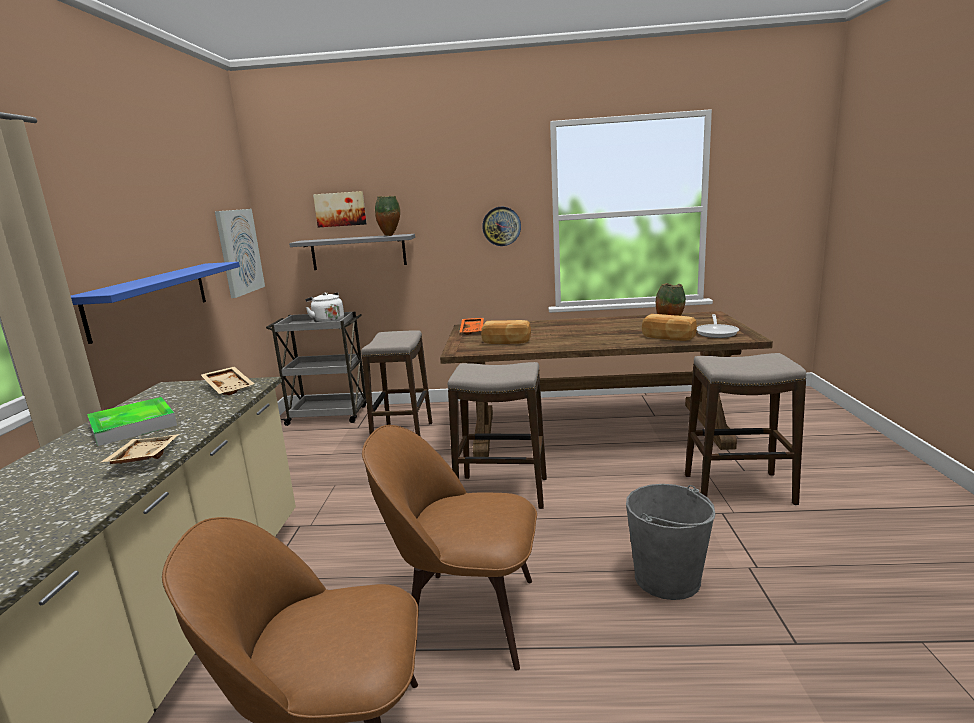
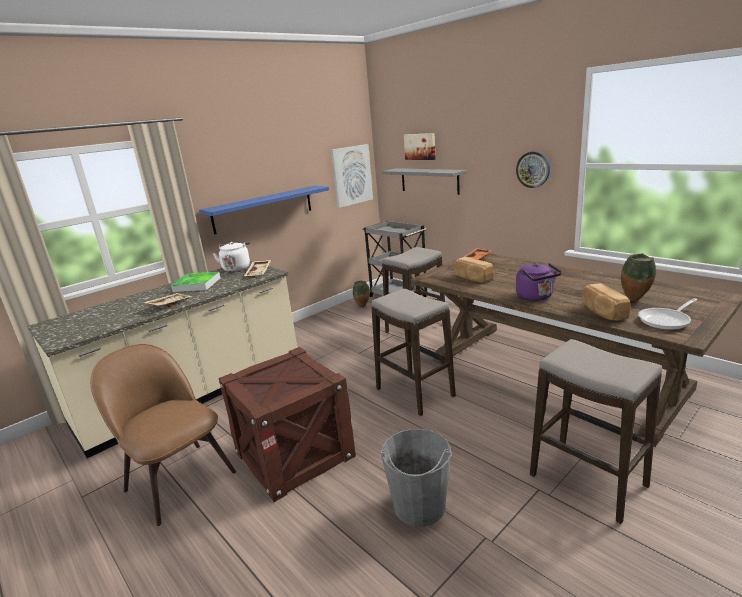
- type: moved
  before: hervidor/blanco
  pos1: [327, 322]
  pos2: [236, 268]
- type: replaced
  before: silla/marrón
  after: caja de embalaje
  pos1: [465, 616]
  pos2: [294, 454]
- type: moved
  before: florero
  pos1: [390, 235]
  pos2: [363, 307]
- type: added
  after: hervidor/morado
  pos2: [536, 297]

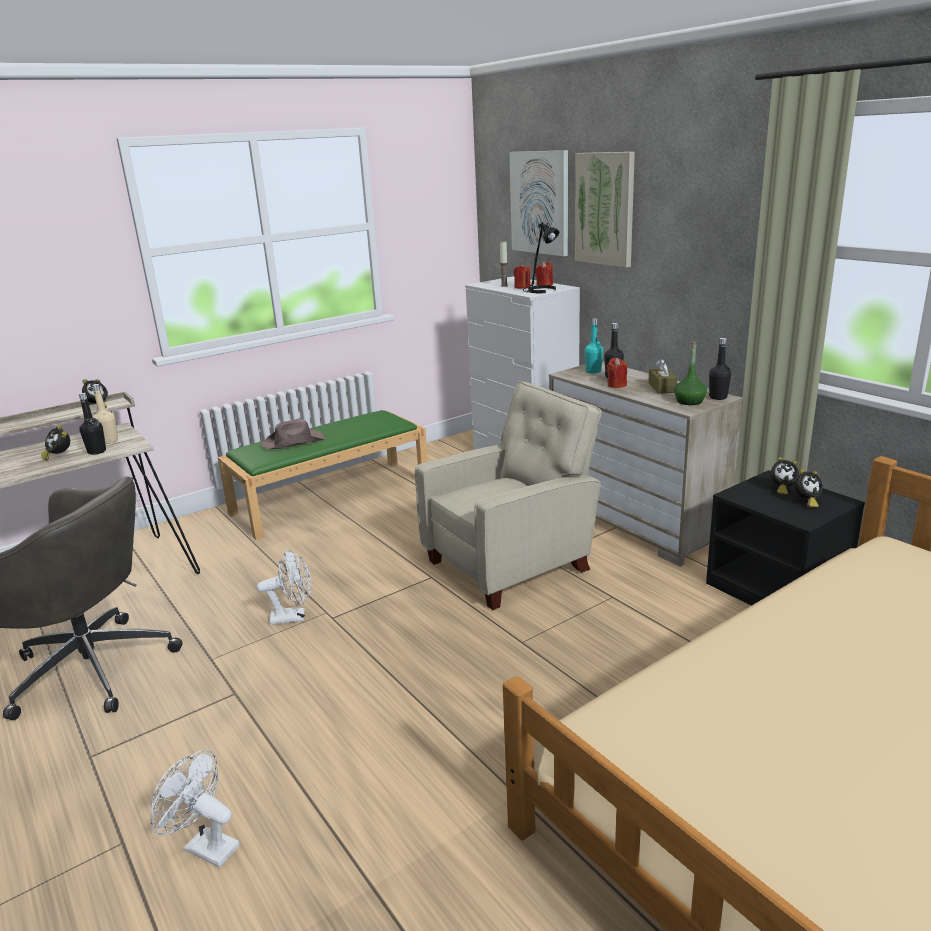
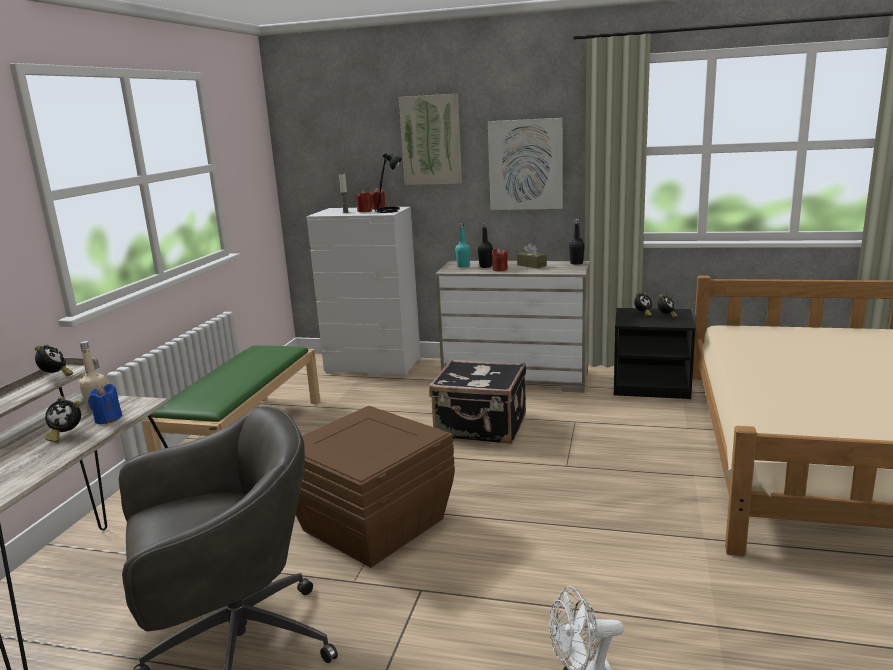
- type: replaced
  before: botella/negro
  after: vela/azul
  pos1: [97, 451]
  pos2: [108, 419]
- type: replaced
  before: ventilador/blanco
  after: caja de almacenaje/marrón
  pos1: [294, 617]
  pos2: [373, 523]
- type: replaced
  before: sillón/beis
  after: maleta/negro
  pos1: [513, 564]
  pos2: [481, 427]
- type: moved
  before: cuadro
  pos1: [540, 202]
  pos2: [525, 164]
- type: removed
  before: sombrero/marrón
  pos1: [294, 442]
- type: removed
  before: botella/verde
  pos1: [689, 401]

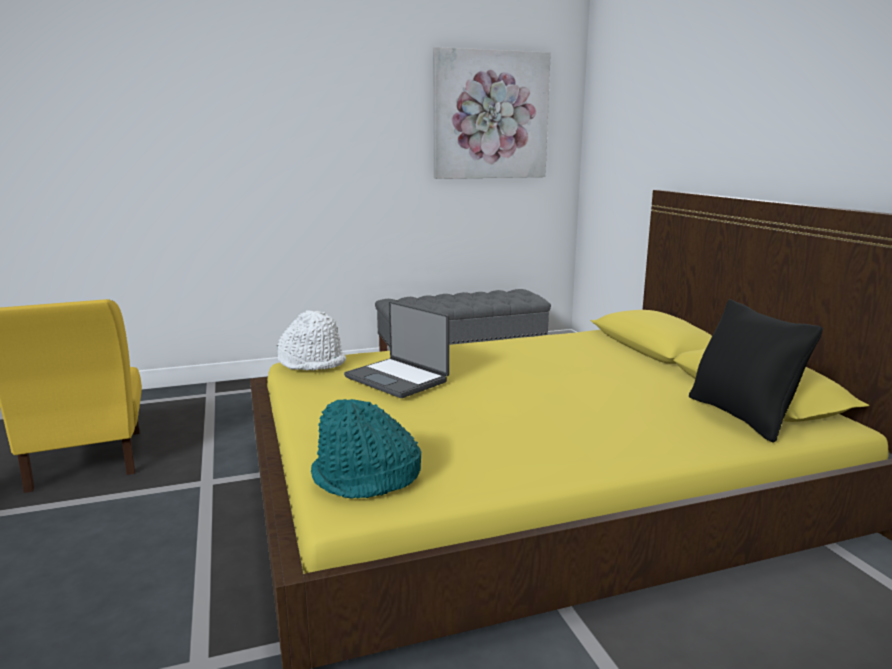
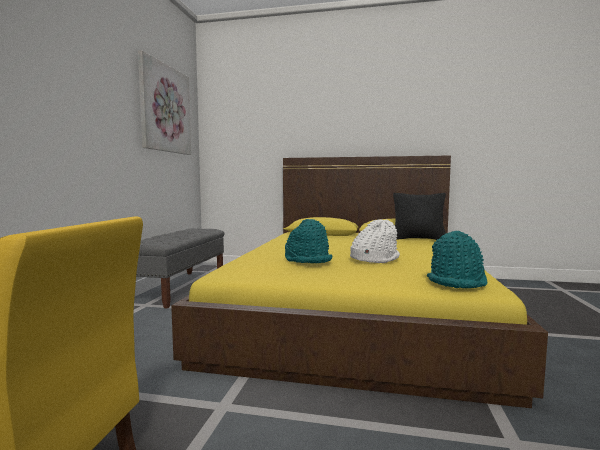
- type: replaced
  before: portátil
  after: sombrero/turquesa
  pos1: [398, 379]
  pos2: [308, 260]
- type: moved
  before: sombrero/blanco
  pos1: [313, 362]
  pos2: [374, 259]

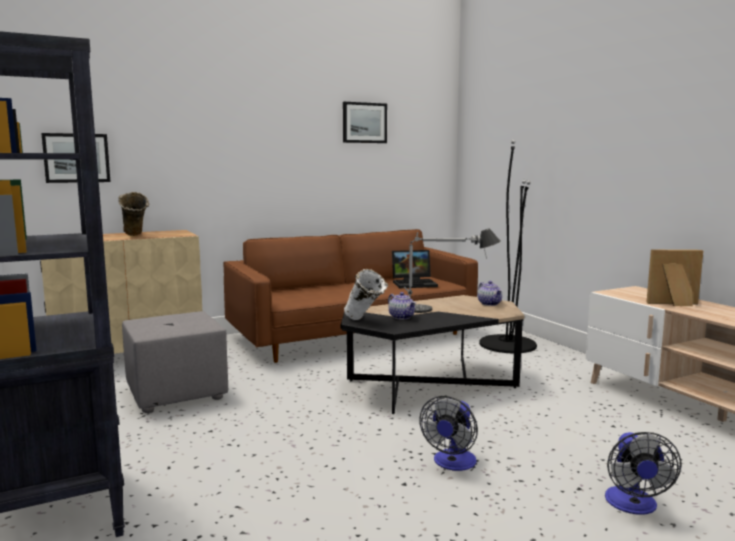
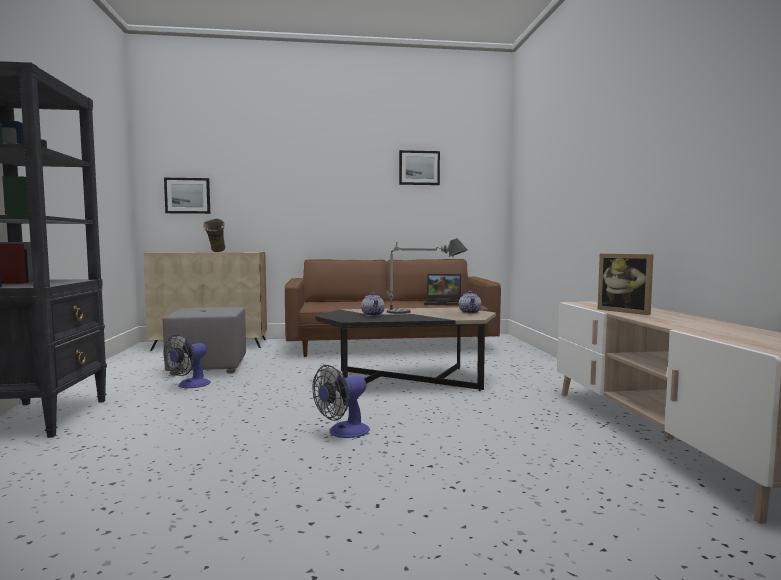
- type: moved
  before: ventilador
  pos1: [633, 506]
  pos2: [189, 385]
- type: turned
  before: portarretratos
  pos1: [674, 304]
  pos2: [626, 311]
  turn: -150
- type: removed
  before: florero/blanco
  pos1: [365, 321]
- type: removed
  before: lámpara de pie/negro
  pos1: [507, 344]

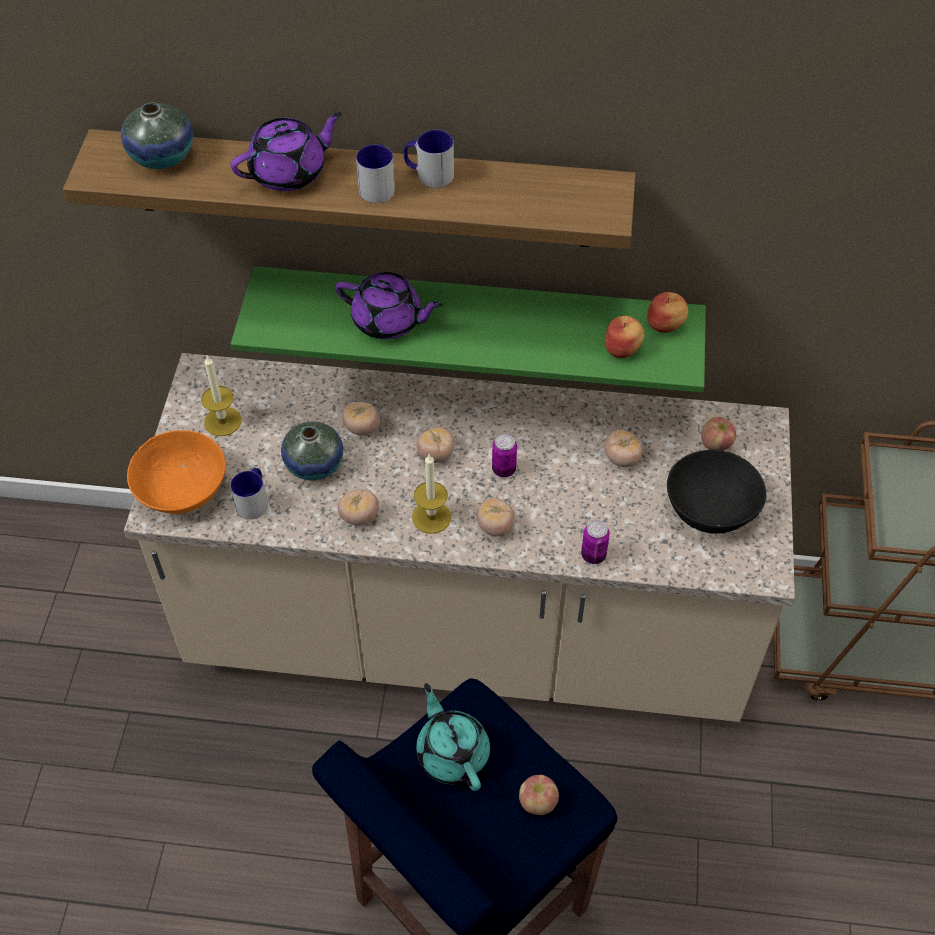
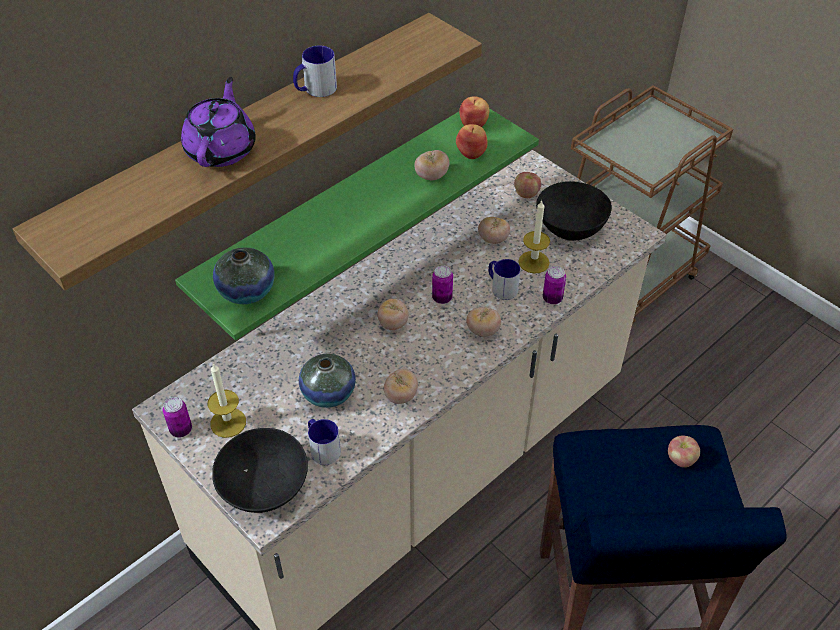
- type: added
  after: lata
  pos2: [181, 430]
- type: recoloured
  before: cuenco/naranja
  after: cuenco/negro
  pos1: [183, 490]
  pos2: [265, 486]
- type: moved
  before: florero
  pos1: [162, 156]
  pos2: [246, 291]
- type: moved
  before: tomate
  pos1: [362, 428]
  pos2: [431, 176]
- type: moved
  before: taza grande
  pos1: [378, 186]
  pos2: [501, 287]
- type: moved
  before: vela
  pos1: [431, 517]
  pos2: [533, 262]
- type: removed
  before: tetera/morado
  pos1: [388, 321]
- type: removed
  before: tetera/turquesa
  pos1: [452, 753]

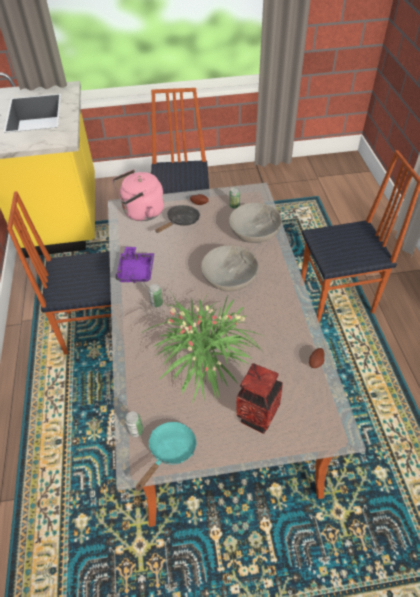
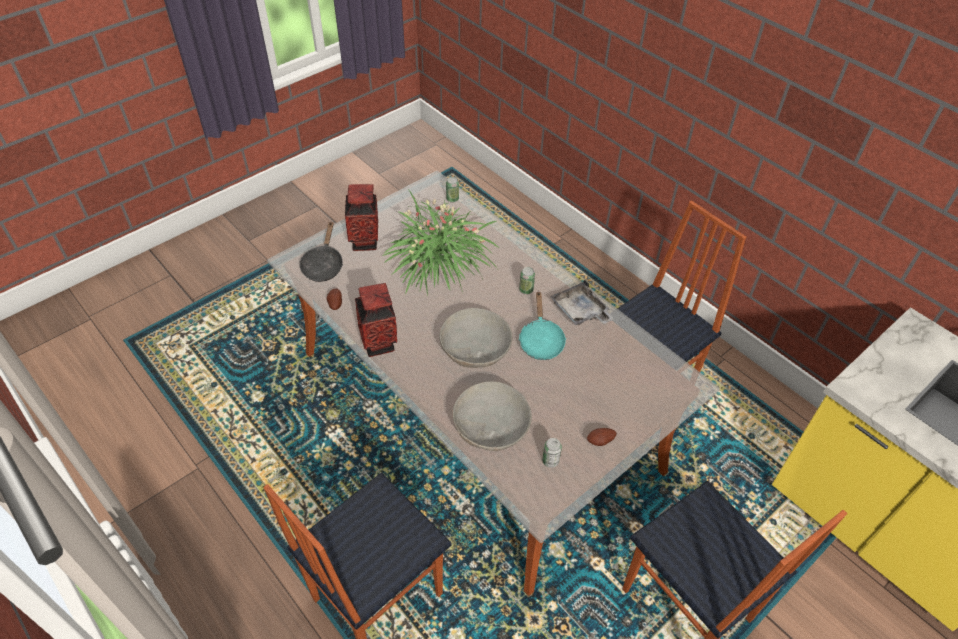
- type: moved
  before: sartén/negro
  pos1: [181, 221]
  pos2: [323, 265]
- type: added
  after: florero
  pos2: [379, 344]
- type: moved
  before: sartén/turquesa
  pos1: [170, 451]
  pos2: [540, 340]
- type: recoloured
  before: bandeja/morado
  after: bandeja/gris
  pos1: [136, 270]
  pos2: [580, 312]
- type: removed
  before: hervidor/rosa
  pos1: [141, 212]

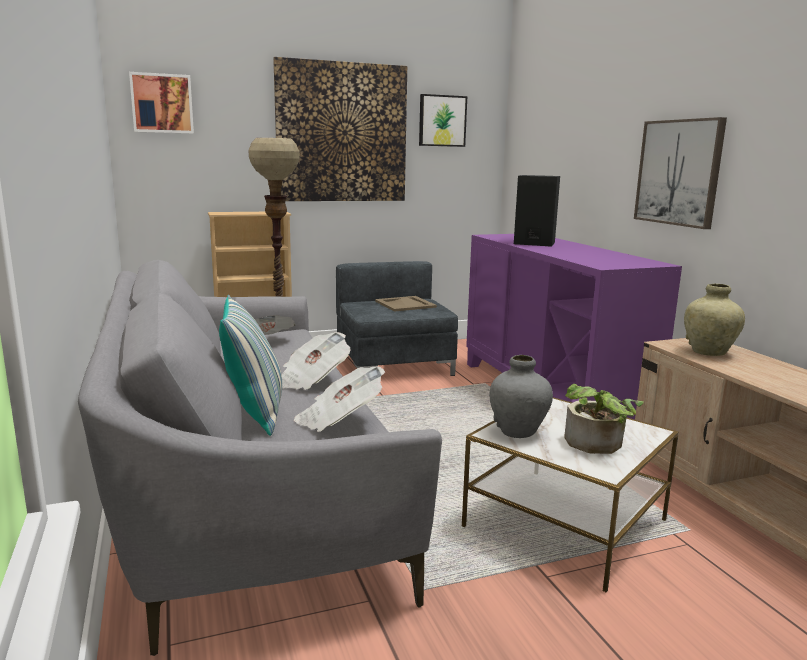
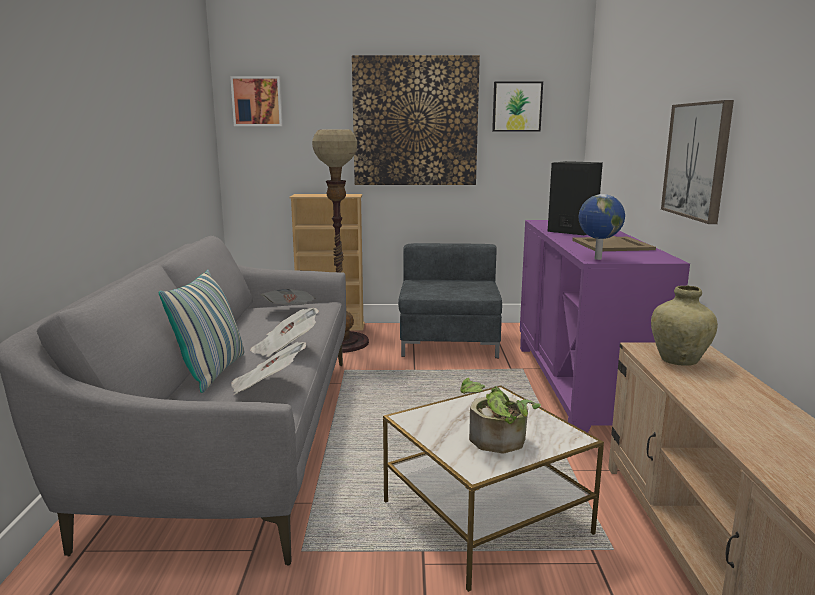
- type: moved
  before: bandeja/beis
  pos1: [404, 304]
  pos2: [611, 245]
- type: added
  after: globo terráqueo
  pos2: [597, 258]
- type: removed
  before: florero/gris
  pos1: [518, 432]

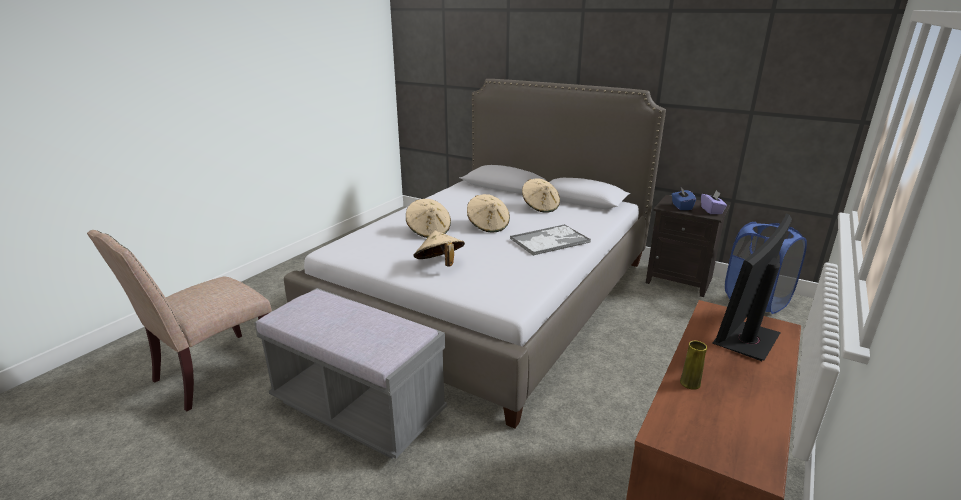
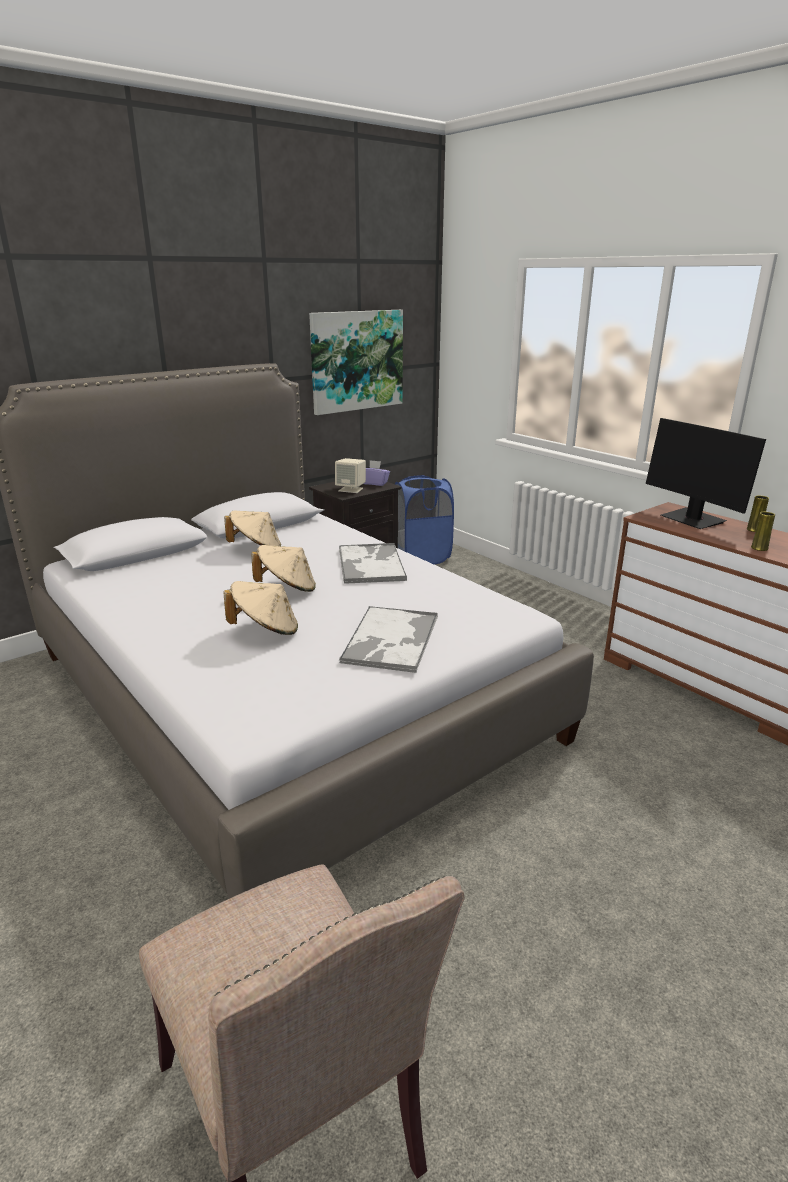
- type: added
  after: cuadro
  pos2: [356, 361]
- type: replaced
  before: caja de pañuelos/azul
  after: altavoz/beis
  pos1: [681, 207]
  pos2: [351, 489]
- type: replaced
  before: sombrero/beis
  after: bandeja
  pos1: [439, 264]
  pos2: [390, 640]
- type: added
  after: florero/amarillo
  pos2: [754, 529]
- type: removed
  before: banco/gris
  pos1: [358, 408]

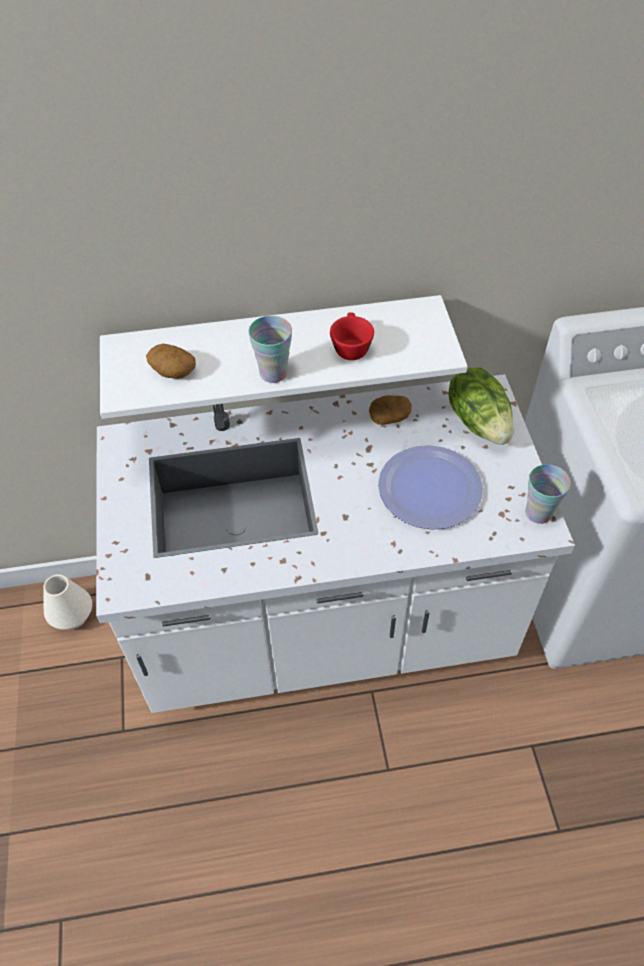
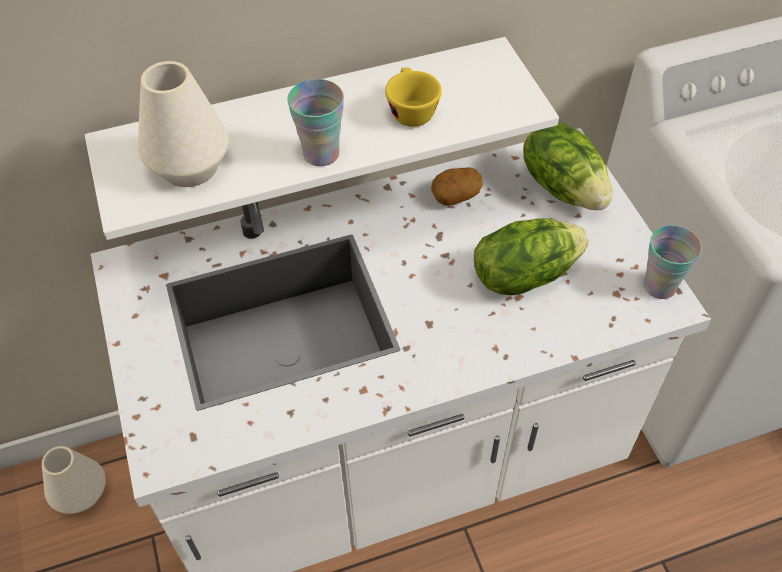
- type: replaced
  before: patata
  after: florero/blanco
  pos1: [172, 371]
  pos2: [189, 167]
- type: recoloured
  before: taza/rojo
  after: taza/amarillo
  pos1: [350, 346]
  pos2: [410, 110]
- type: replaced
  before: plato
  after: lechuga
  pos1: [429, 488]
  pos2: [523, 274]

